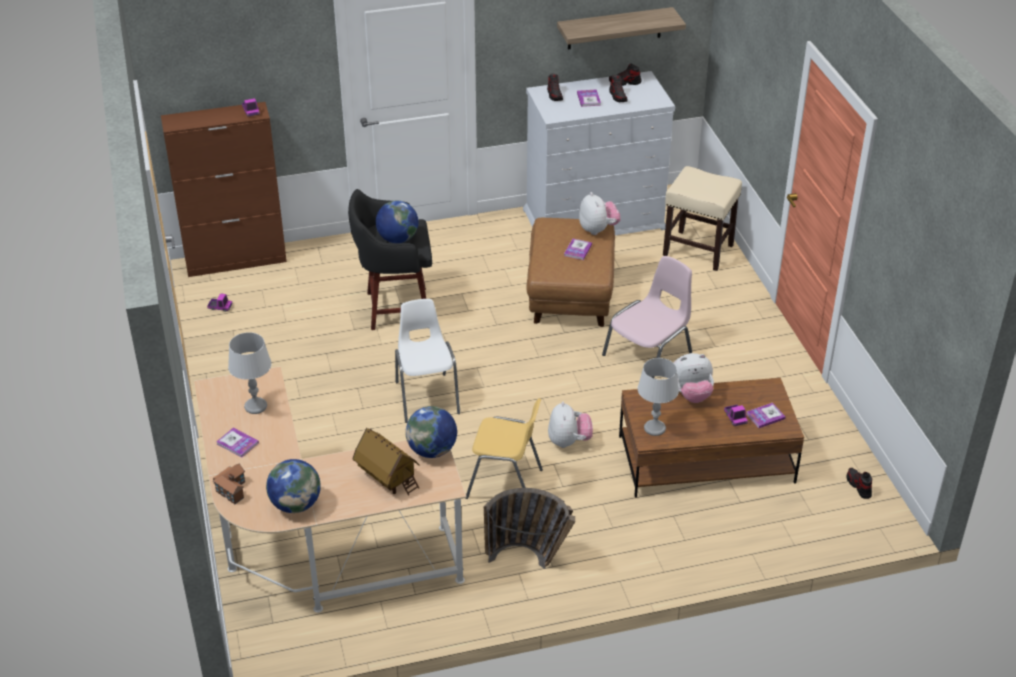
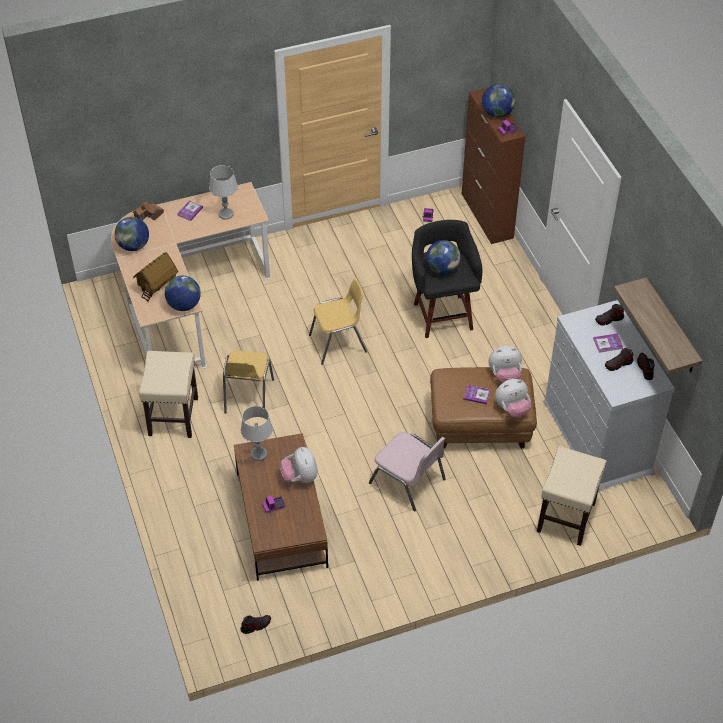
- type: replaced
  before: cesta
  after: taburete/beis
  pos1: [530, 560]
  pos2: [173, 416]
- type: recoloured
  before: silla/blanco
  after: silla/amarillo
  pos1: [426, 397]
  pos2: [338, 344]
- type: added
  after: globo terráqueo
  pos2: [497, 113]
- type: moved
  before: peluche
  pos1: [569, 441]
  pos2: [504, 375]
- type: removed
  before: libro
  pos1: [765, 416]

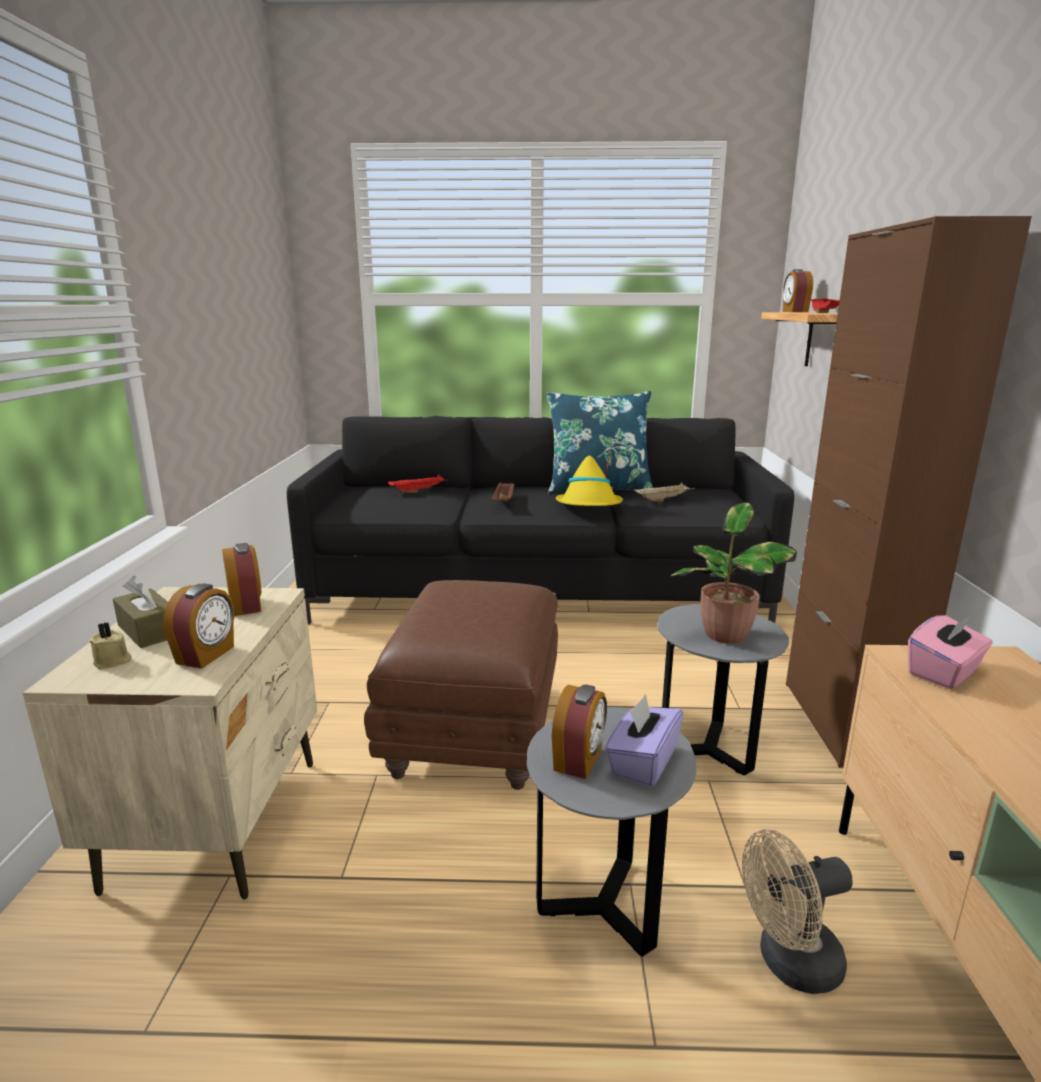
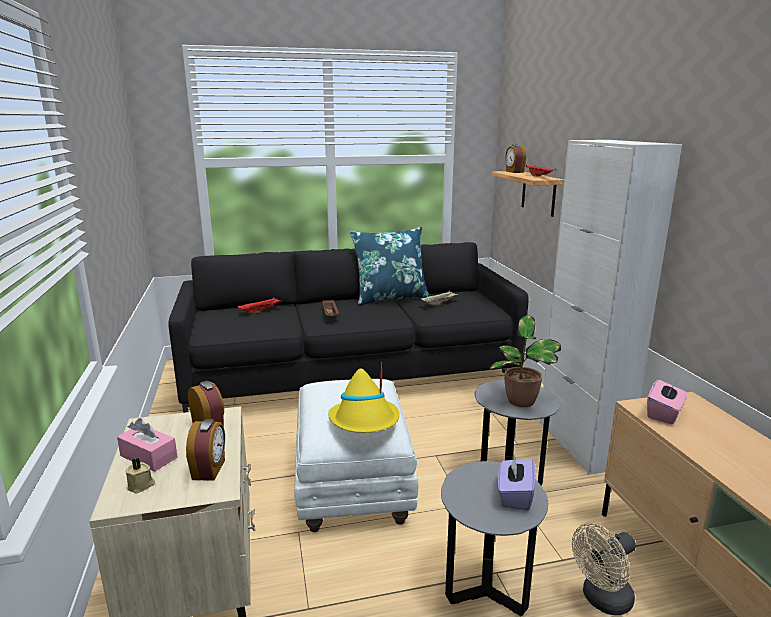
- type: recoloured
  before: caja de pañuelos/marrón
  after: caja de pañuelos/rosa
  pos1: [149, 631]
  pos2: [148, 457]
- type: recoloured
  before: puf/marrón
  after: puf/blanco
  pos1: [474, 728]
  pos2: [351, 485]
- type: moved
  before: sombrero/amarillo
  pos1: [589, 506]
  pos2: [365, 421]
- type: recoloured
  before: armario/marrón
  after: armario/blanco
  pos1: [842, 722]
  pos2: [580, 444]
- type: removed
  before: despertador
  pos1: [579, 760]

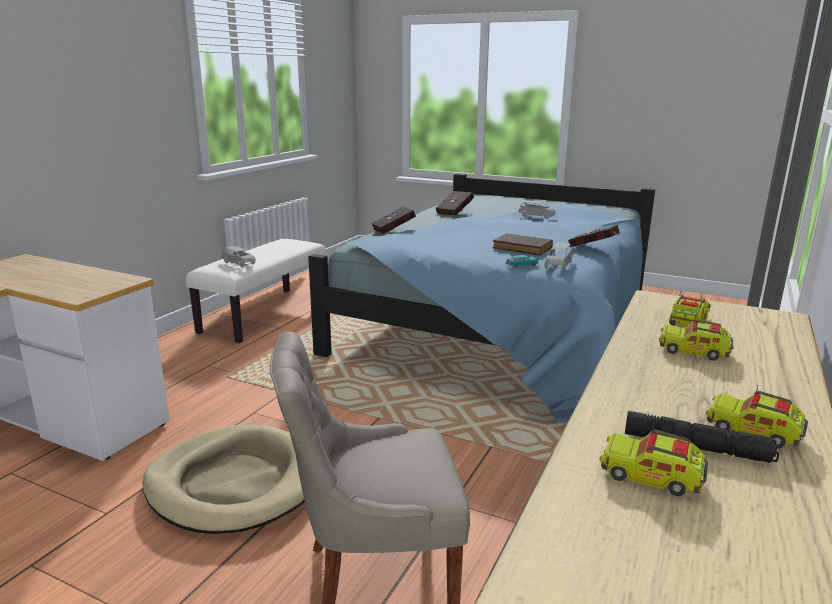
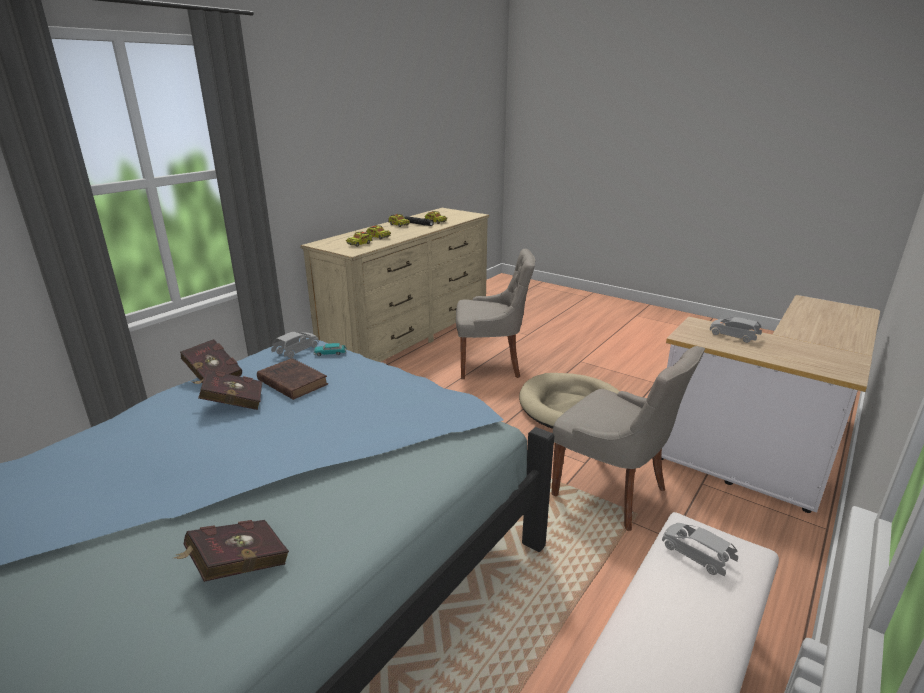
- type: moved
  before: libro/rojo
  pos1: [395, 231]
  pos2: [231, 403]
- type: added
  after: silla/gris
  pos2: [612, 492]
- type: moved
  before: coche de juguete/gris
  pos1: [537, 216]
  pos2: [733, 336]

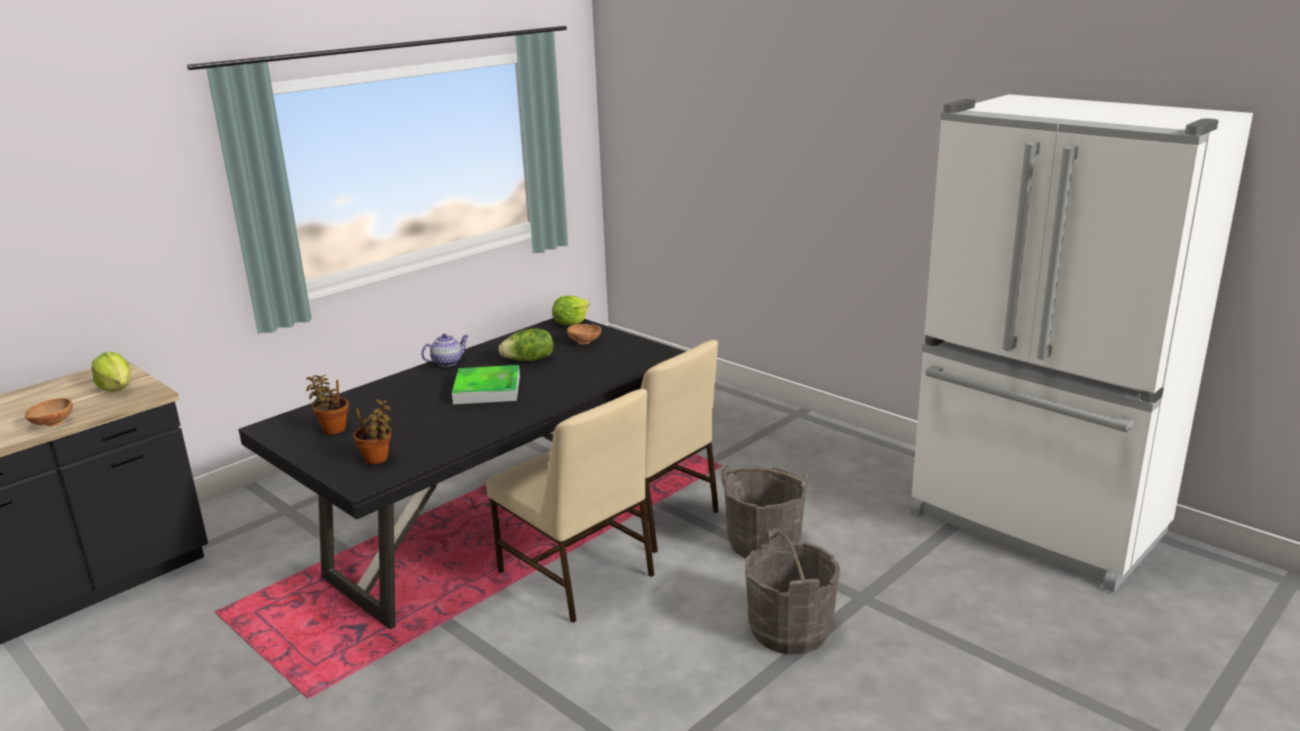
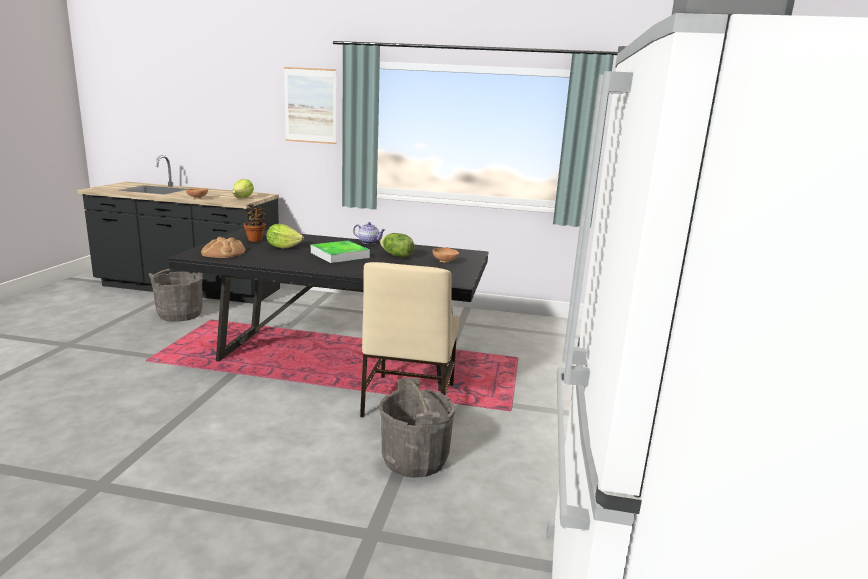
- type: moved
  before: cubo/gris
  pos1: [789, 629]
  pos2: [180, 314]
- type: replaced
  before: planta en maceta
  after: pan
  pos1: [378, 459]
  pos2: [223, 252]
- type: moved
  before: lechuga
  pos1: [570, 323]
  pos2: [283, 247]
- type: added
  after: cuadro
  pos2: [310, 105]
- type: removed
  before: silla/beis
  pos1: [576, 576]

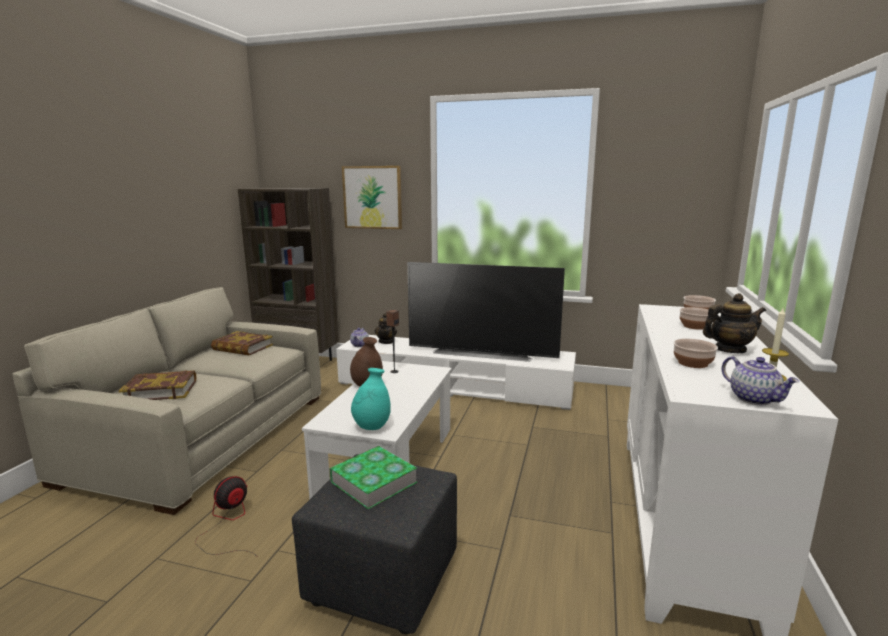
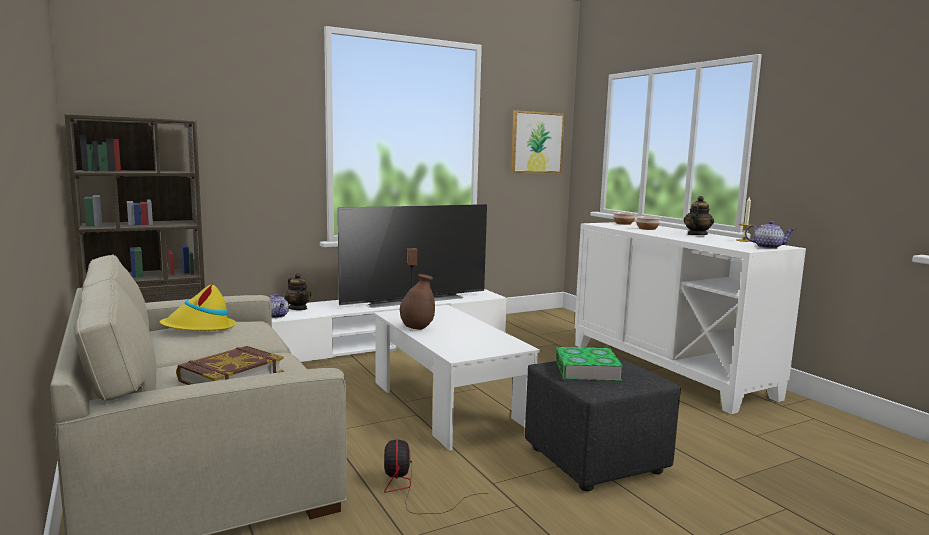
- type: replaced
  before: libro
  after: sombrero/amarillo
  pos1: [242, 348]
  pos2: [199, 328]
- type: moved
  before: cuadro
  pos1: [372, 197]
  pos2: [537, 142]
- type: removed
  before: florero/turquesa
  pos1: [372, 427]
- type: removed
  before: cuenco
  pos1: [693, 363]

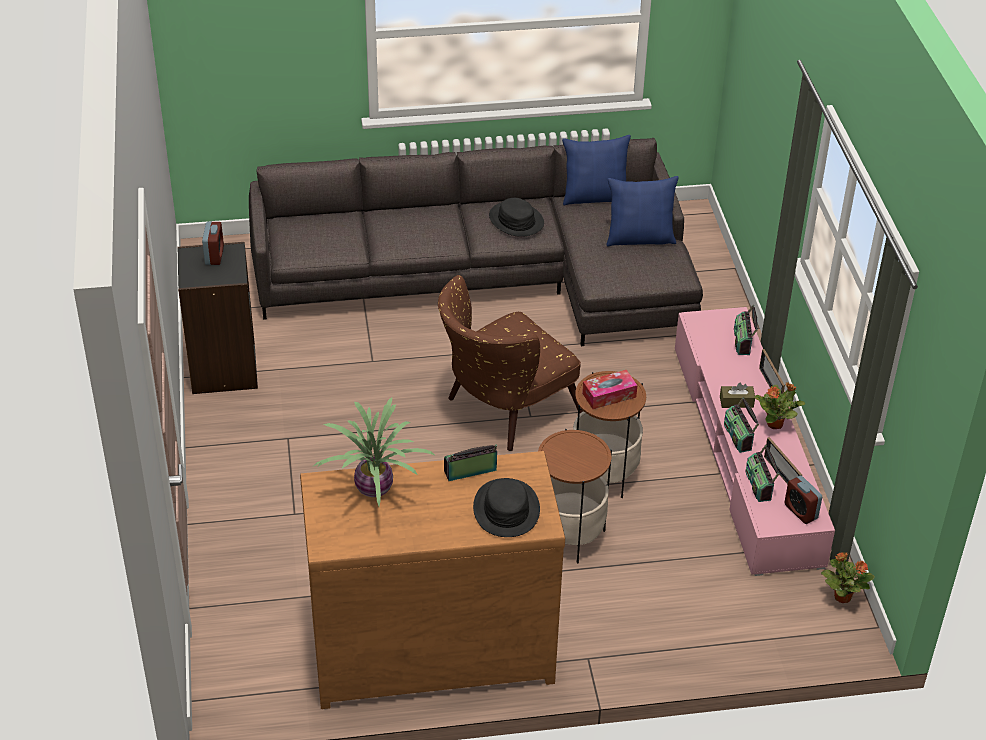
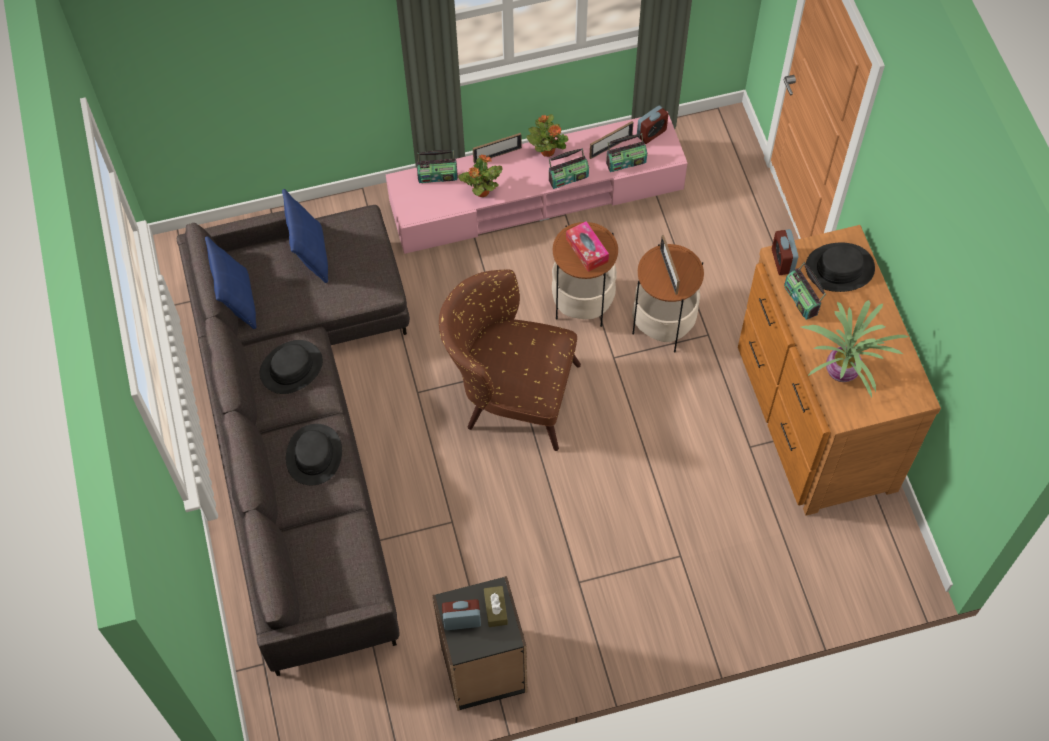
- type: added
  after: sombrero/negro
  pos2: [314, 455]
- type: turned
  before: sillón/marrón
  pos1: [502, 411]
  pos2: [510, 393]
  turn: 150
- type: moved
  before: planta en maceta
  pos1: [842, 596]
  pos2: [481, 192]
- type: moved
  before: caja de pañuelos/marrón
  pos1: [736, 402]
  pos2: [495, 609]
- type: added
  after: portarretratos
  pos2: [668, 271]
- type: added
  after: despertador
  pos2: [782, 261]

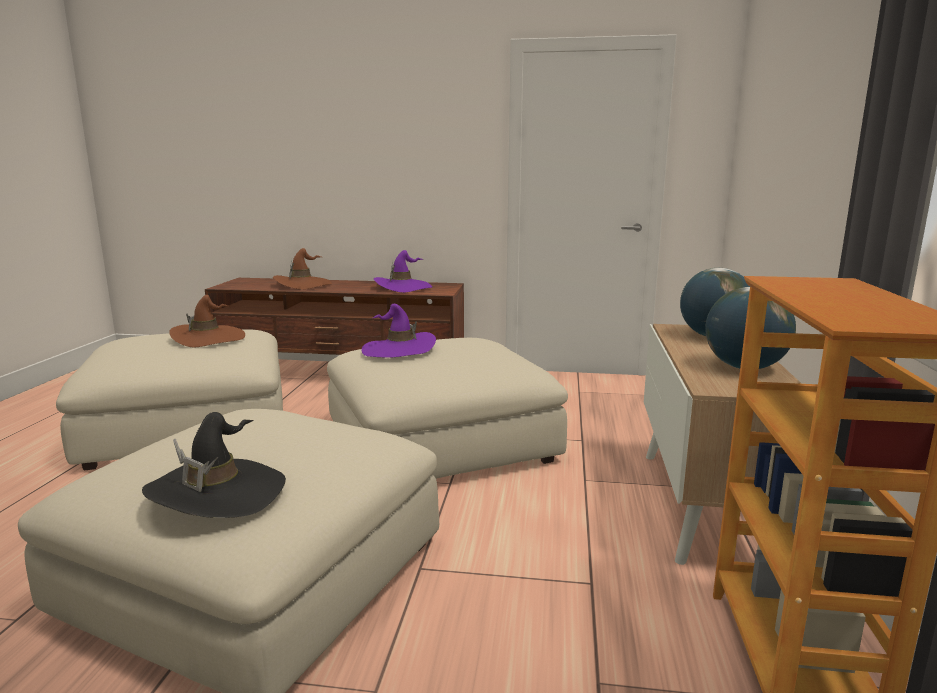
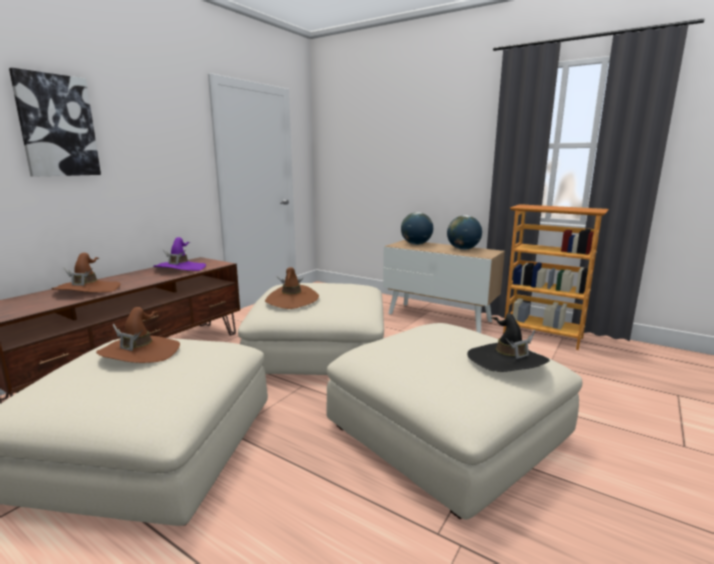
- type: added
  after: cuadro
  pos2: [57, 126]
- type: recoloured
  before: sombrero/morado
  after: sombrero/marrón
  pos1: [399, 350]
  pos2: [292, 300]

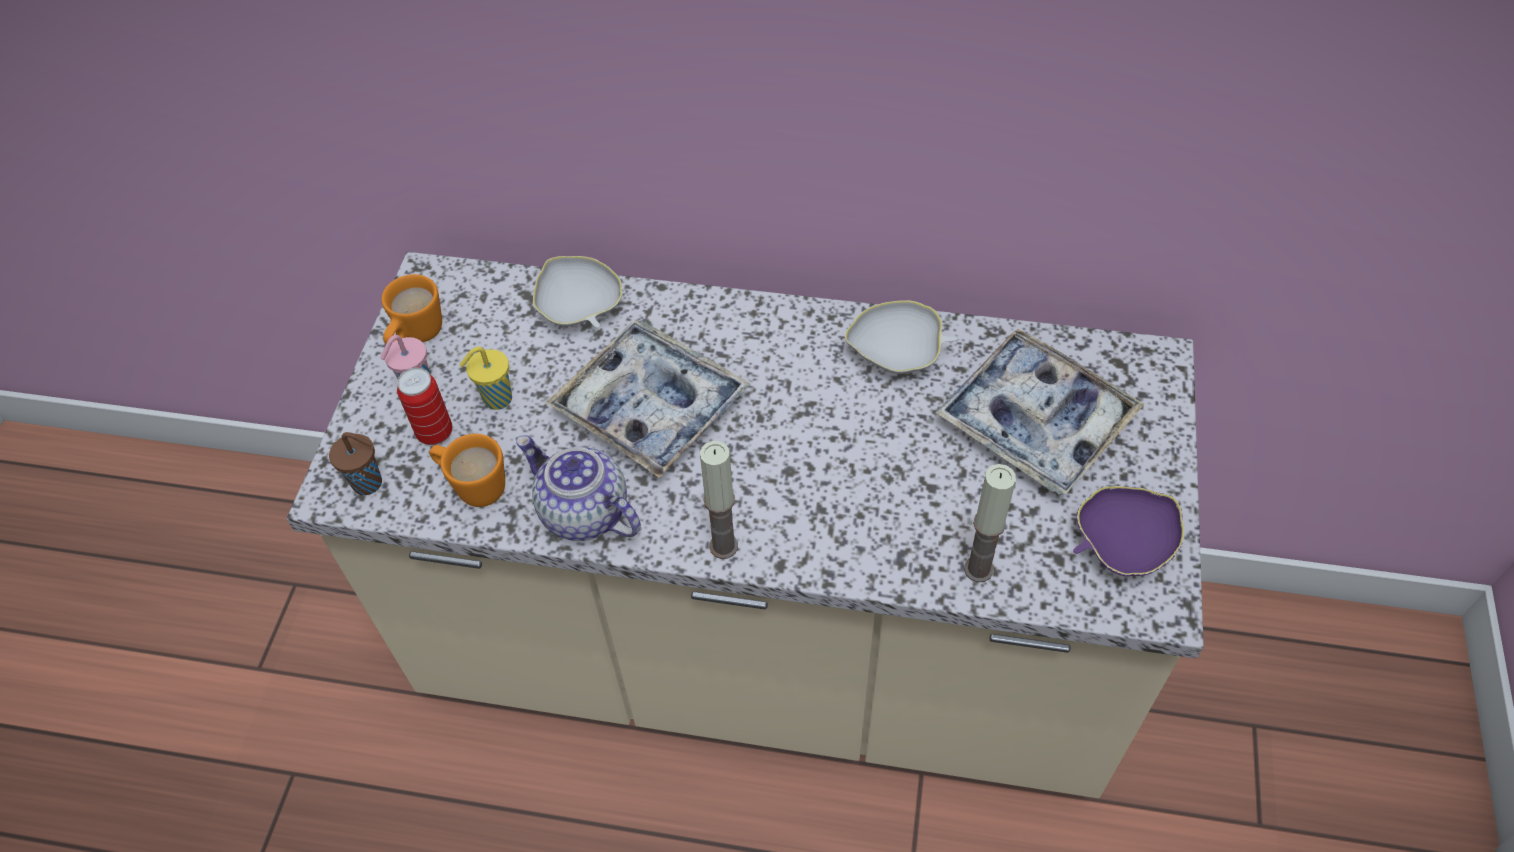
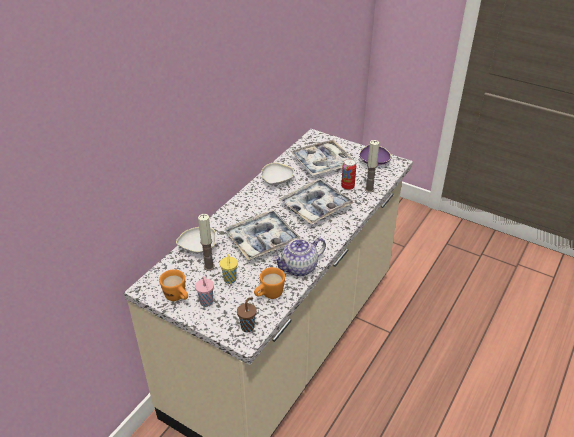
- type: moved
  before: vela
  pos1: [724, 546]
  pos2: [209, 266]
- type: added
  after: bandeja
  pos2: [316, 206]
- type: moved
  before: lata
  pos1: [435, 432]
  pos2: [347, 187]

